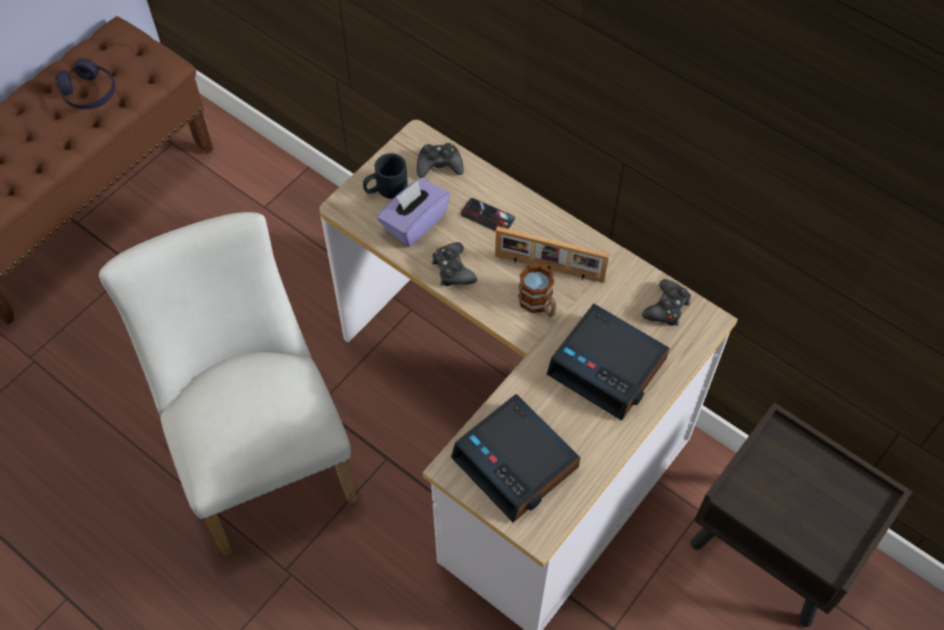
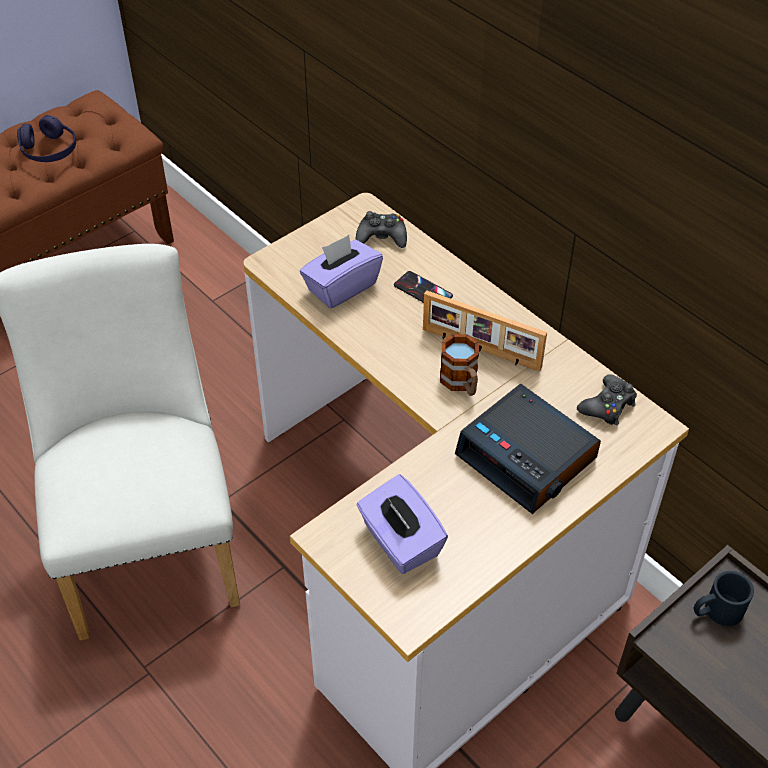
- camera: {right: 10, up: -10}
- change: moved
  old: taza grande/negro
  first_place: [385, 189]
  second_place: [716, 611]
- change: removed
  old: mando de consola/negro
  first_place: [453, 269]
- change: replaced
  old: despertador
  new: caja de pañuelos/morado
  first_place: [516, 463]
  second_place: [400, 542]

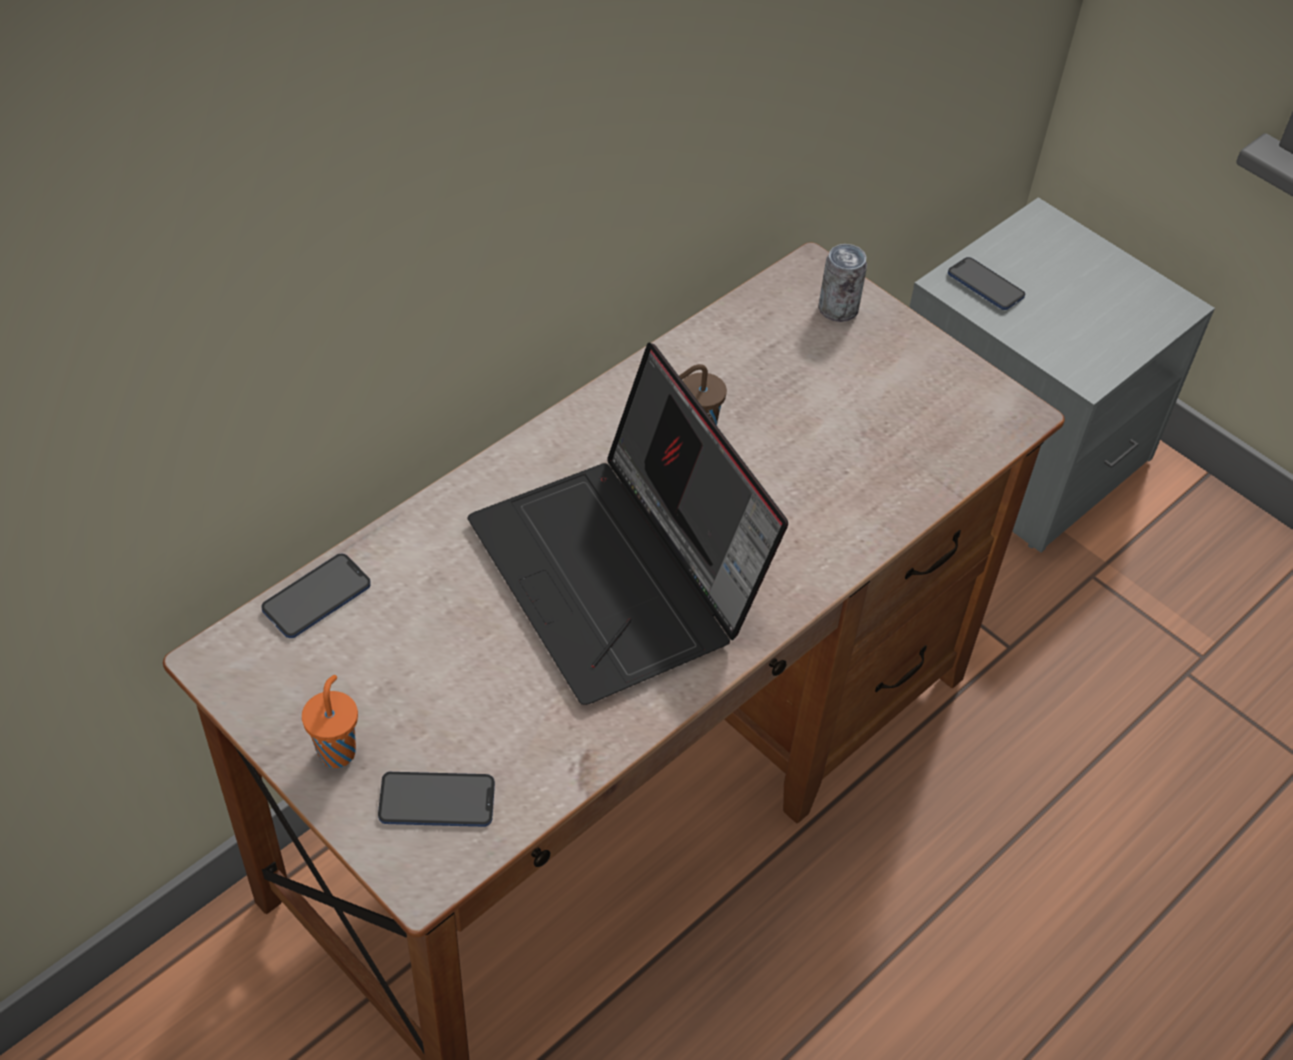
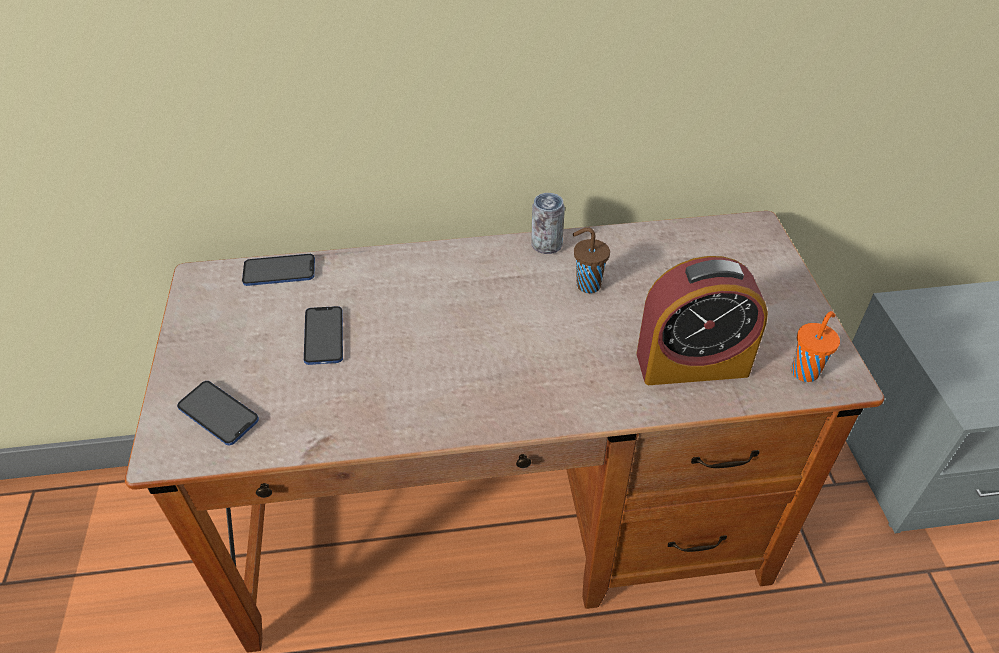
- camera: {right: 40, up: -5}
- change: moved
  old: lata
  first_place: [838, 309]
  second_place: [546, 245]
- change: moved
  old: móvil
  first_place: [985, 285]
  second_place: [324, 336]
- change: removed
  old: portátil
  first_place: [621, 577]
- change: moved
  old: taza/naranja
  first_place: [337, 750]
  second_place: [805, 371]
- change: added
  new: despertador
  second_place: [692, 364]

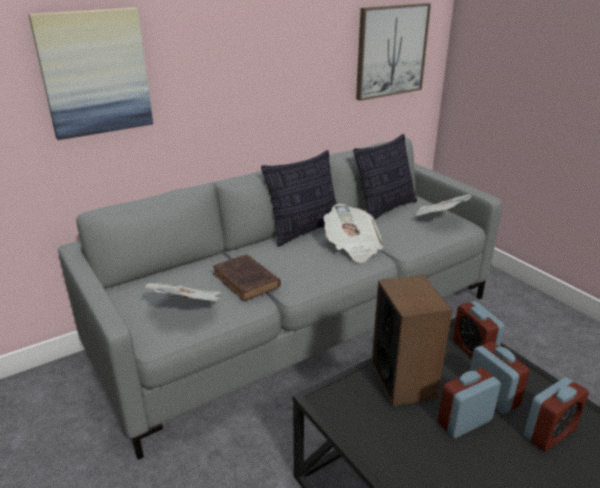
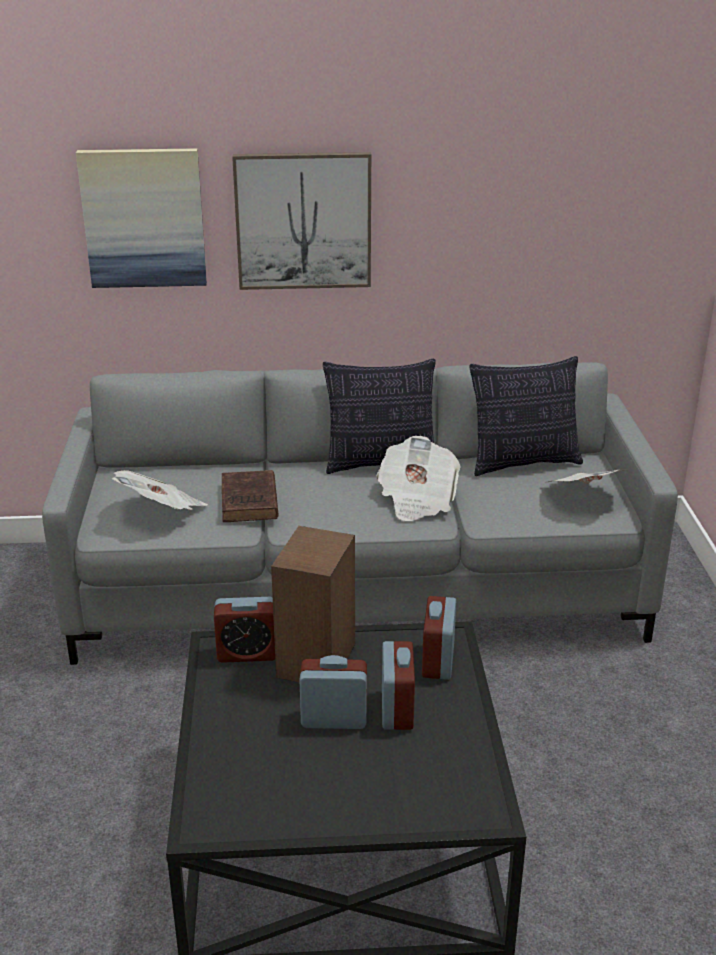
- camera: {right: 30, up: 0}
- change: moved
  old: cuadro
  first_place: [391, 51]
  second_place: [303, 221]
- change: moved
  old: despertador
  first_place: [549, 433]
  second_place: [247, 653]

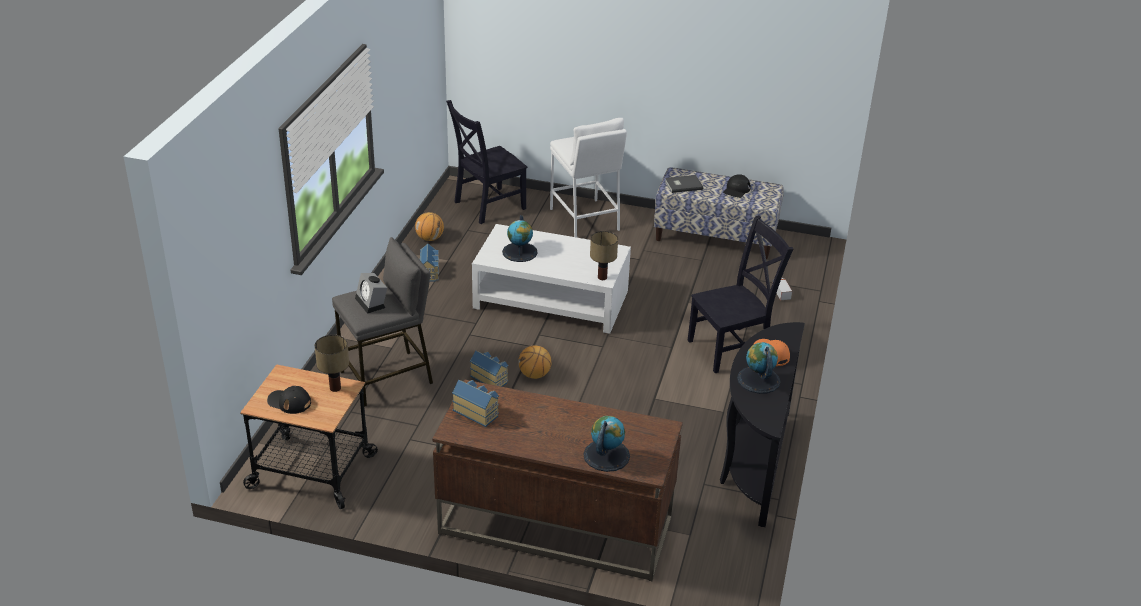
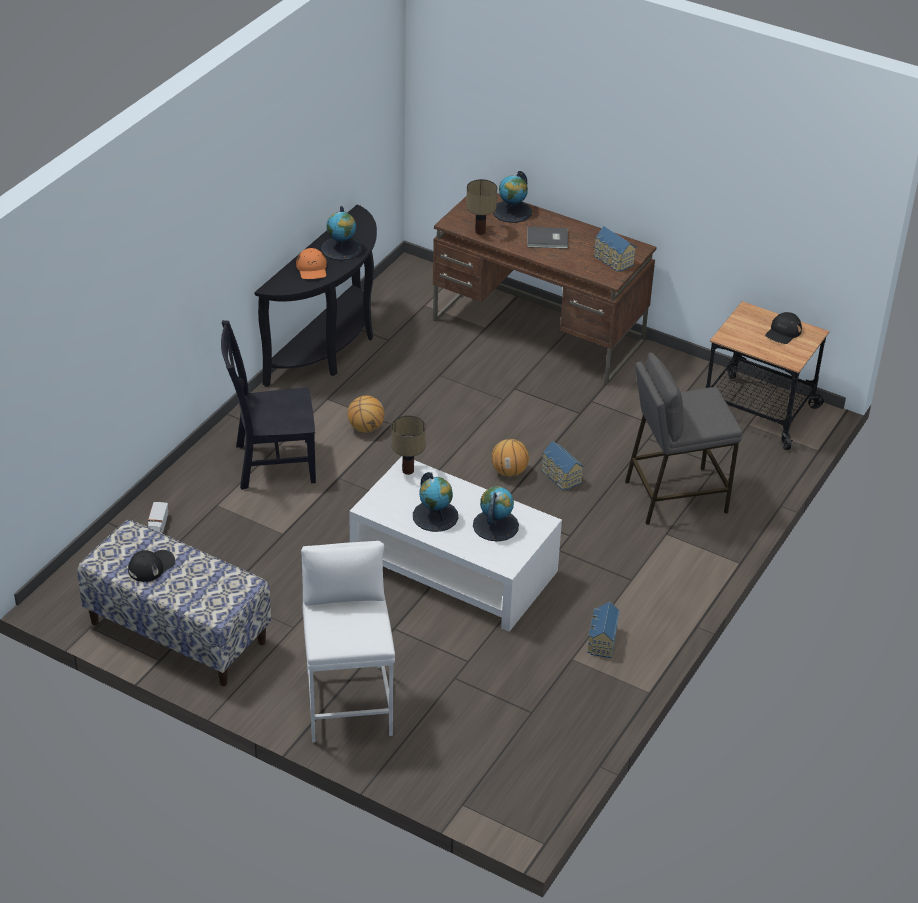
- camera: {right: -165, up: 5}
- change: removed
  old: silla/negro
  first_place: [487, 206]
- change: moved
  old: libro/gris
  first_place: [683, 185]
  second_place: [548, 240]
- change: moved
  old: balón de baloncesto
  first_place: [430, 238]
  second_place: [365, 428]
- change: removed
  old: despertador
  first_place: [372, 303]
- change: moved
  old: lámpara de mesa
  first_place: [334, 388]
  second_place: [480, 231]
- change: turned
  old: gorra/negro
  first_place: [289, 402]
  second_place: [783, 332]
  degrees: 90
- change: added
  new: globo terráqueo
  second_place: [435, 516]

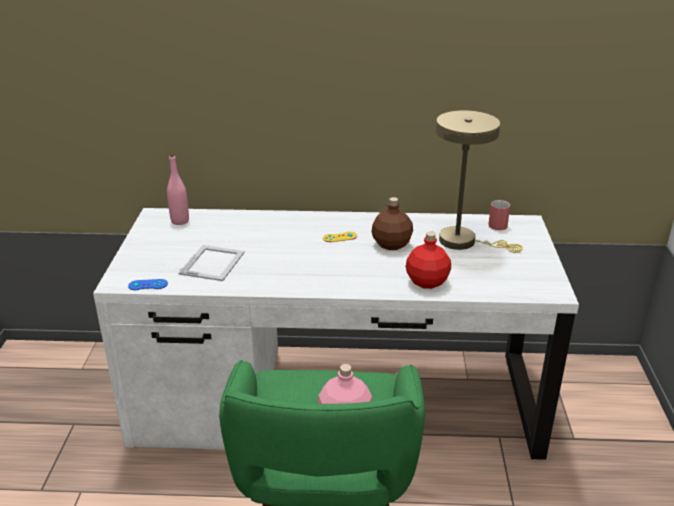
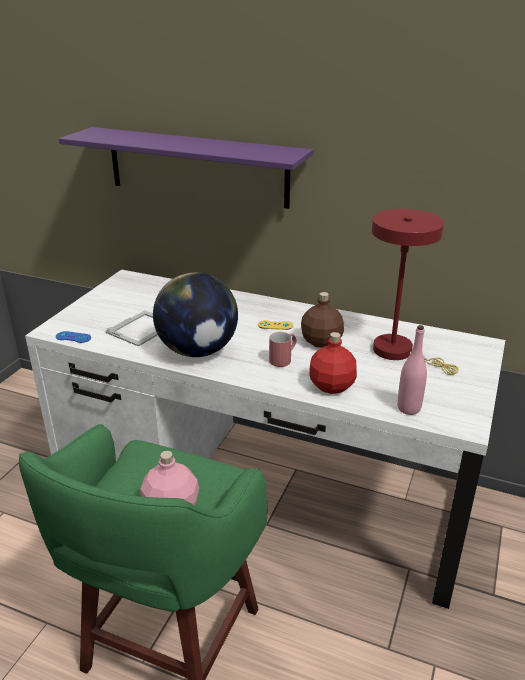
- camera: {right: 20, up: 0}
- change: recoloured
  old: lámpara de mesa/beis
  new: lámpara de mesa/rojo
  first_place: [464, 241]
  second_place: [399, 352]
- change: moved
  old: botella/rosa
  first_place: [180, 221]
  second_place: [408, 408]
- change: moved
  old: taza grande/rojo
  first_place: [498, 223]
  second_place: [283, 359]
- change: added
  new: estante/morado
  second_place: [197, 167]
- change: added
  new: globo terráqueo
  second_place: [198, 351]

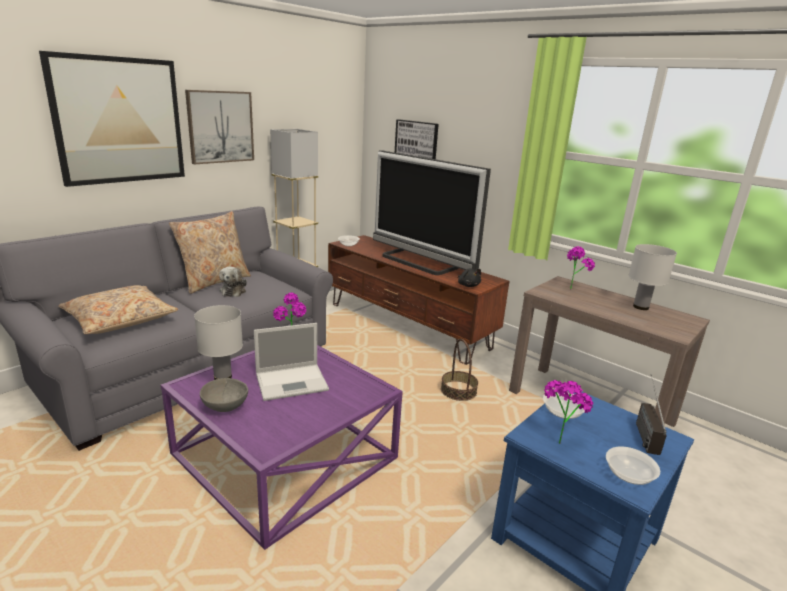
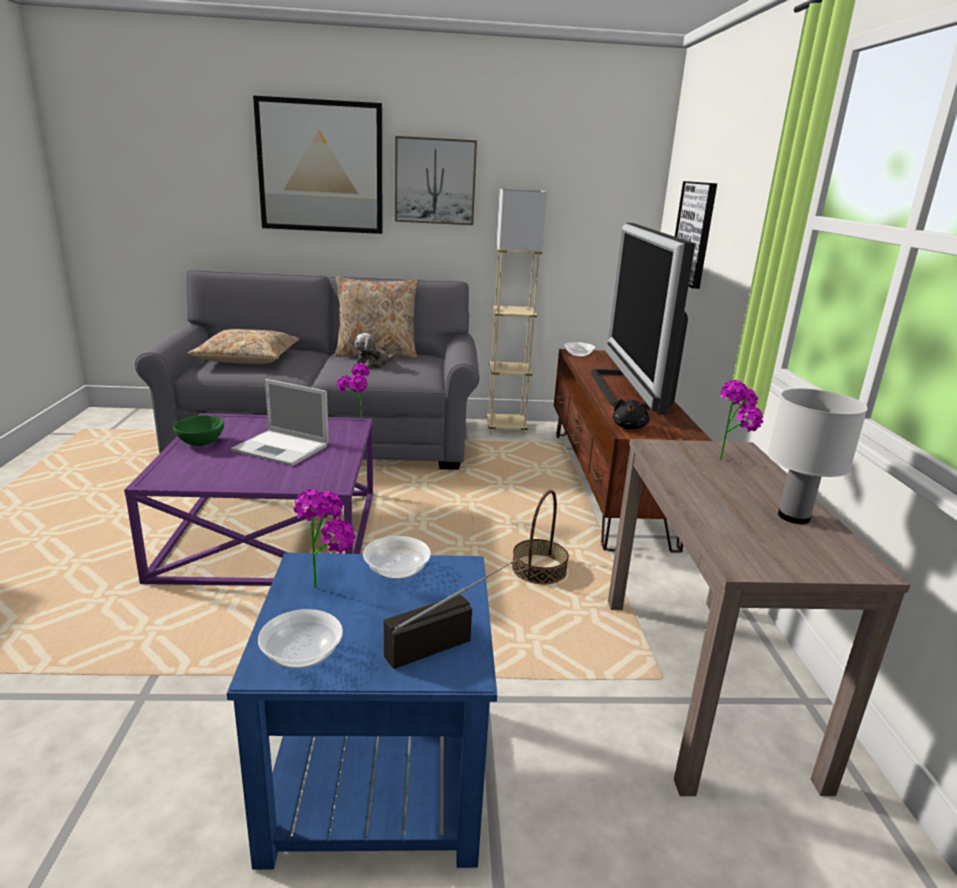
- camera: {right: 45, up: 0}
- change: removed
  old: lámpara de mesa/blanco
  first_place: [222, 377]
- change: recoloured
  old: cuenco/gris
  new: cuenco/verde
  first_place: [224, 406]
  second_place: [201, 442]

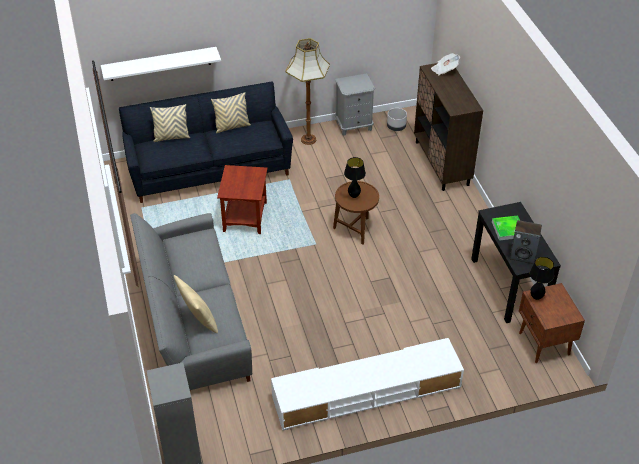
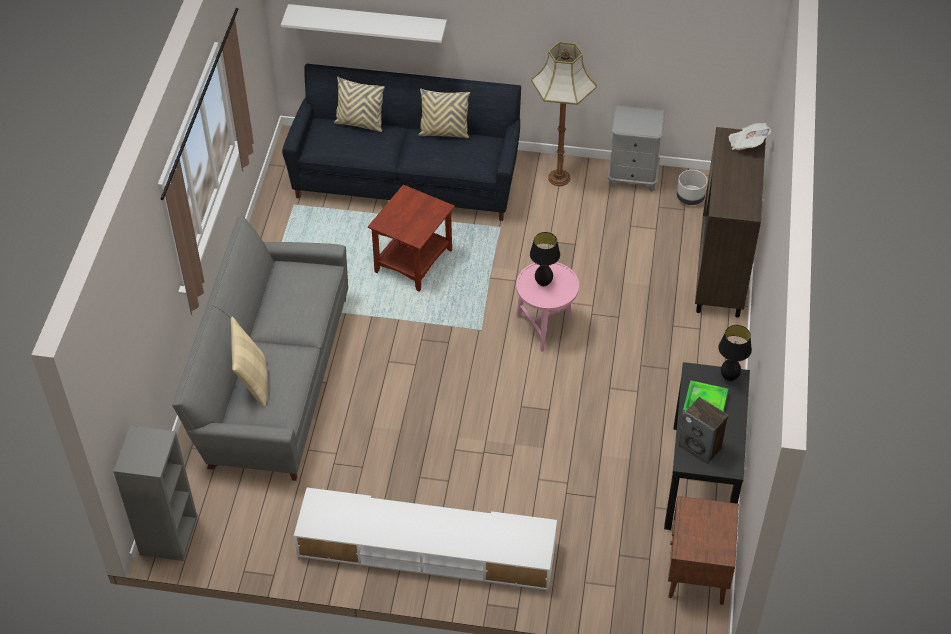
- camera: {right: 25, up: 5}
- change: recoloured
  old: mesa auxiliar/marrón
  new: mesa auxiliar/rosa
  first_place: [355, 229]
  second_place: [545, 326]
- change: moved
  old: lámpara de mesa/negro
  first_place: [536, 297]
  second_place: [729, 377]

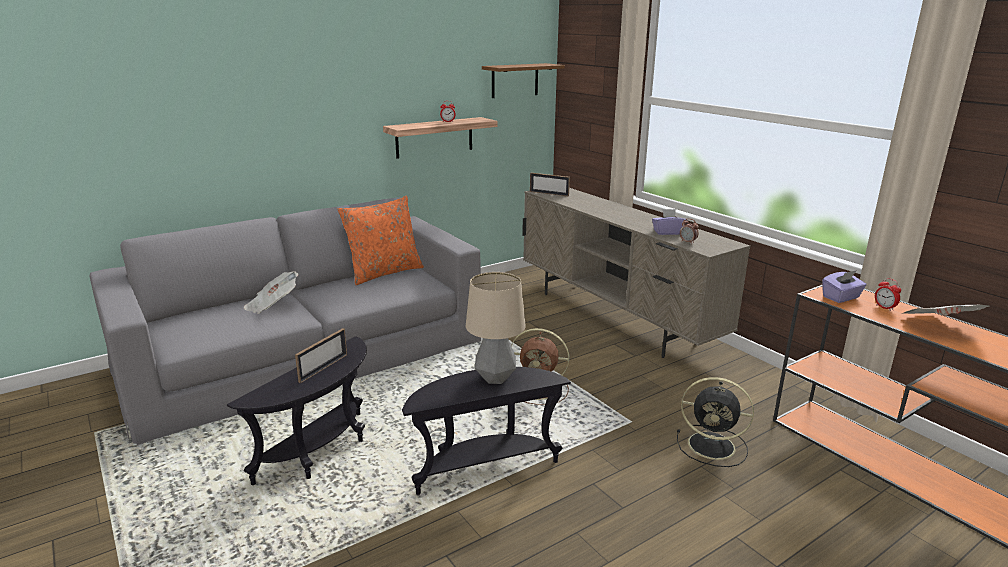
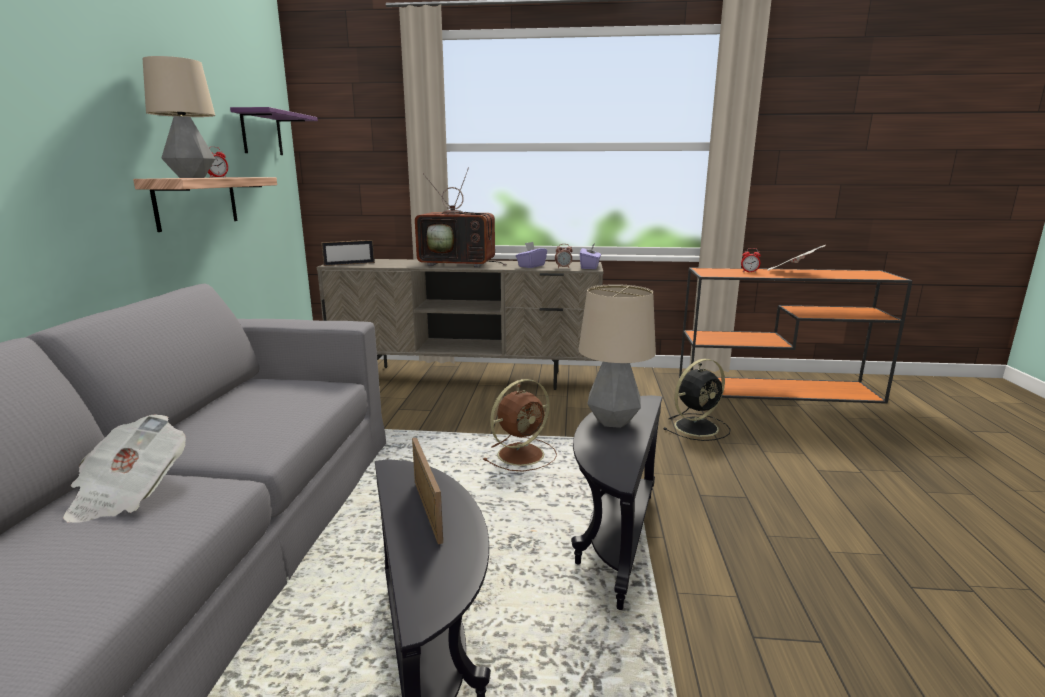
- camera: {right: -50, up: -5}
- change: recoloured
  old: estante/marrón
  new: estante/morado
  first_place: [515, 80]
  second_place: [261, 133]
- change: removed
  old: cojín/naranja
  first_place: [384, 272]
- change: moved
  old: caja de pañuelos/morado
  first_place: [841, 297]
  second_place: [590, 267]
- change: added
  new: lámpara de mesa
  second_place: [191, 177]
- change: added
  new: televisor
  second_place: [460, 264]

